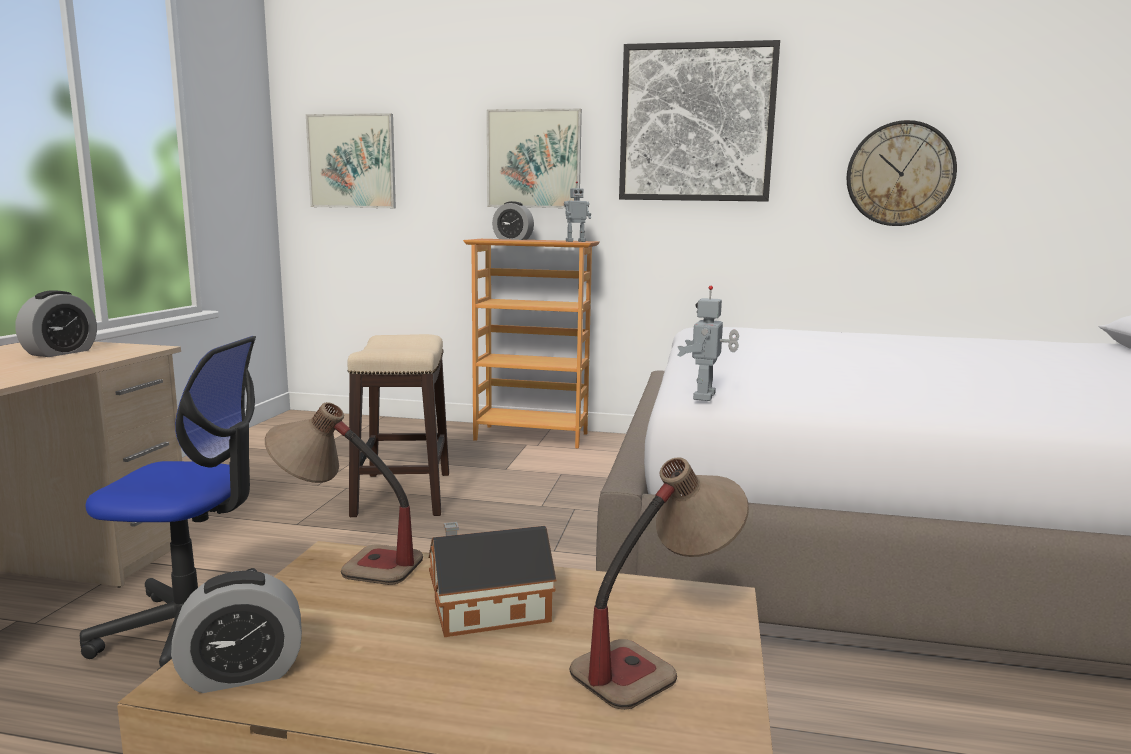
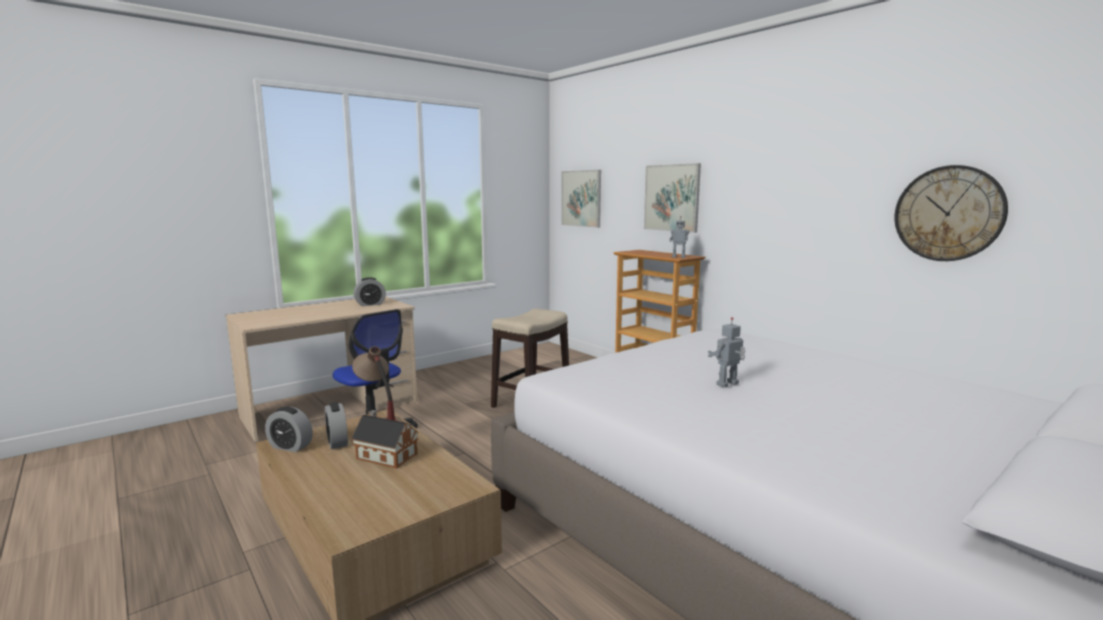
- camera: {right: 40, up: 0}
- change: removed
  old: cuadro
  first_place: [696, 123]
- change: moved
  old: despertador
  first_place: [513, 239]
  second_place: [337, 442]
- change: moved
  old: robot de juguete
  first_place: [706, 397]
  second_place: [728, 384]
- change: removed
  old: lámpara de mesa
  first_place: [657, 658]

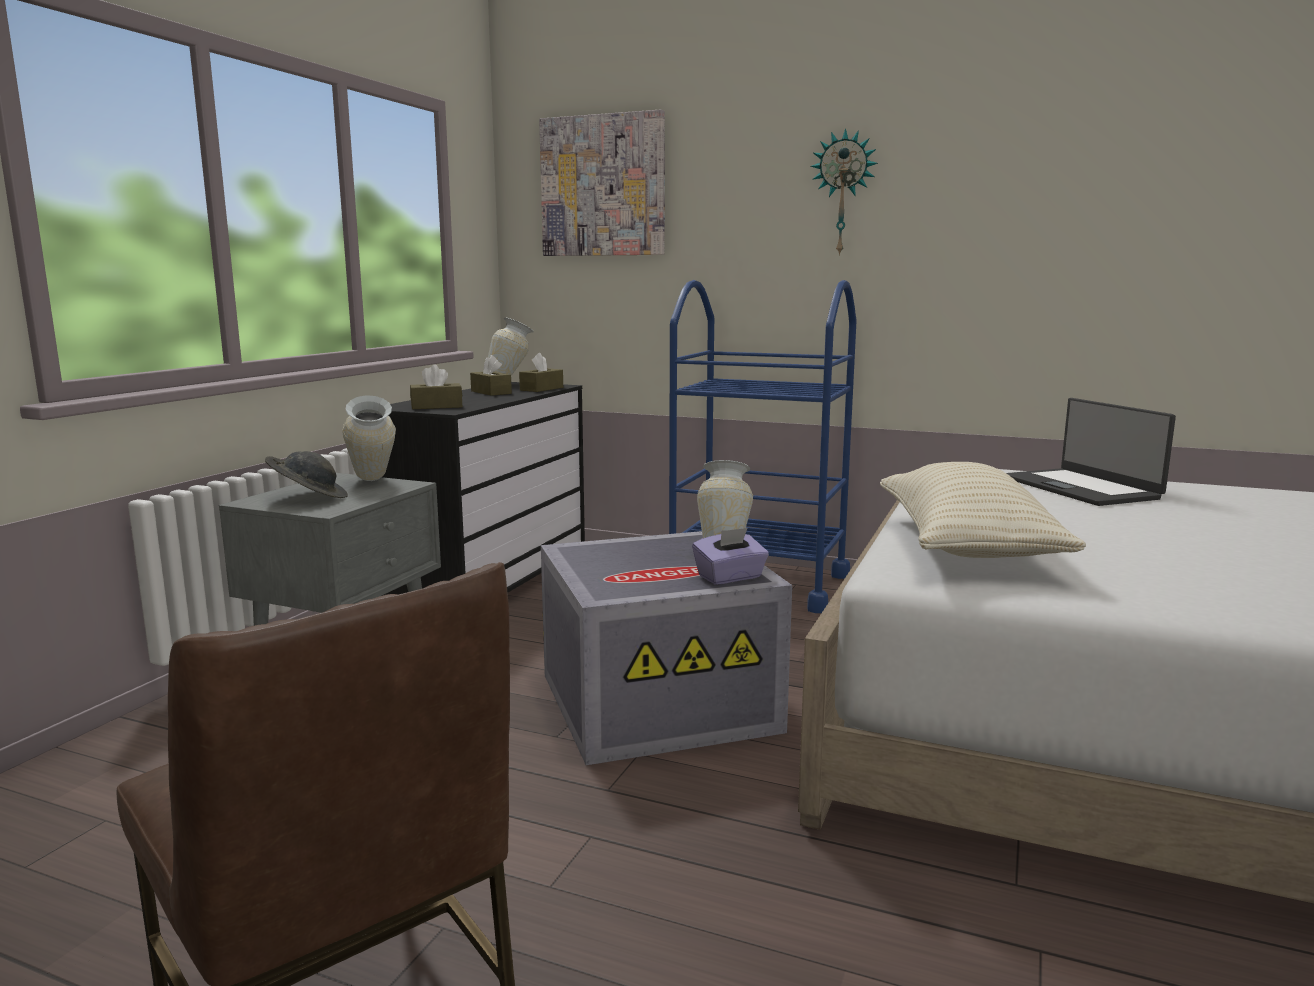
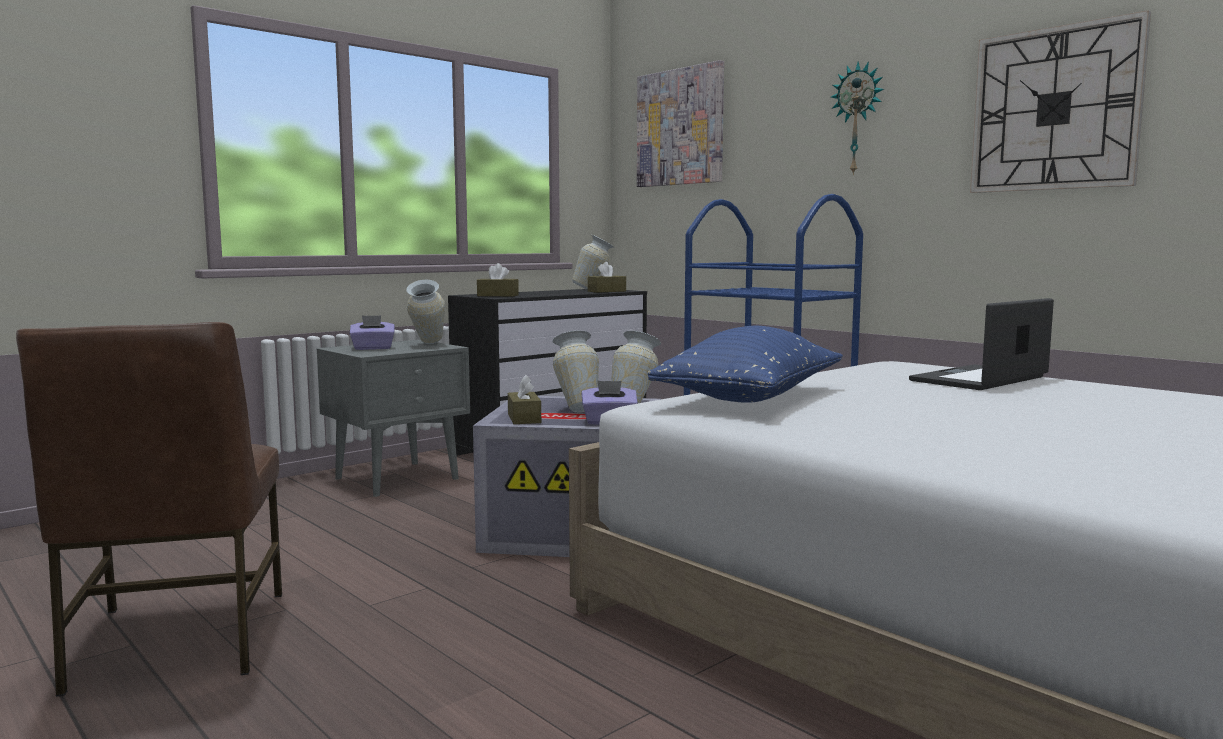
- camera: {right: 25, up: -5}
- change: moved
  old: caja de pañuelos/marrón
  first_place: [491, 392]
  second_place: [524, 418]
- change: turned
  old: portátil
  first_place: [1081, 488]
  second_place: [981, 379]
  degrees: 45
- change: replaced
  old: sombrero/gris
  new: caja de pañuelos/morado
  first_place: [309, 498]
  second_place: [373, 348]
- change: recoloured
  old: cojín/beis
  new: cojín/azul
  first_place: [965, 546]
  second_place: [751, 398]
- change: added
  new: reloj de pared
  second_place: [1055, 109]
- change: added
  new: florero
  second_place: [577, 410]

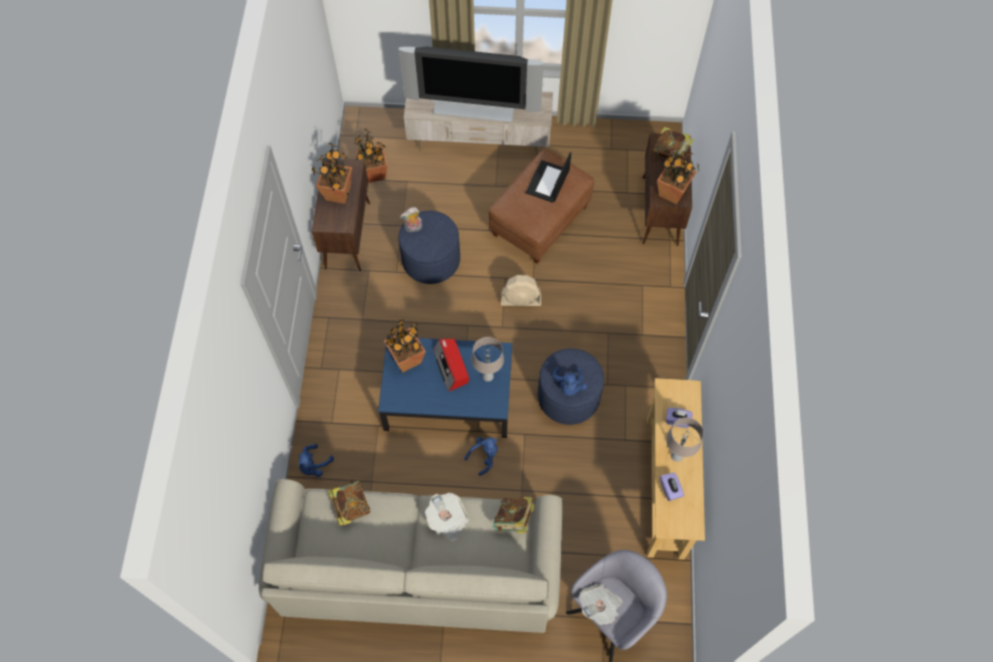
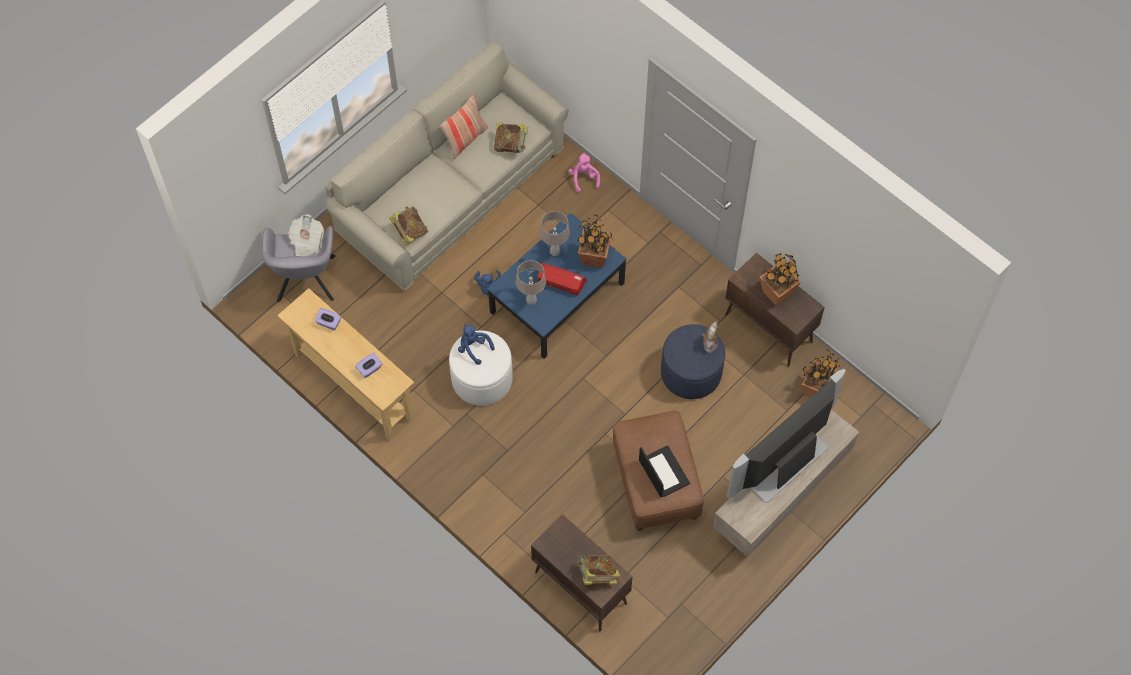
- camera: {right: 130, up: 0}
- change: removed
  old: planta en maceta
  first_place: [672, 193]
- change: removed
  old: ventilador/beis
  first_place: [521, 300]
- change: recoloured
  old: puf/azul
  new: puf/blanco
  first_place: [568, 396]
  second_place: [482, 378]
- change: moved
  old: lámpara de mesa/beis
  first_place: [676, 455]
  second_place: [555, 251]
- change: recoloured
  old: peluche/azul
  new: peluche/rosa
  first_place: [314, 465]
  second_place: [584, 178]
- change: removed
  old: periódico
  first_place: [447, 520]
- change: added
  new: cojín
  second_place: [465, 139]

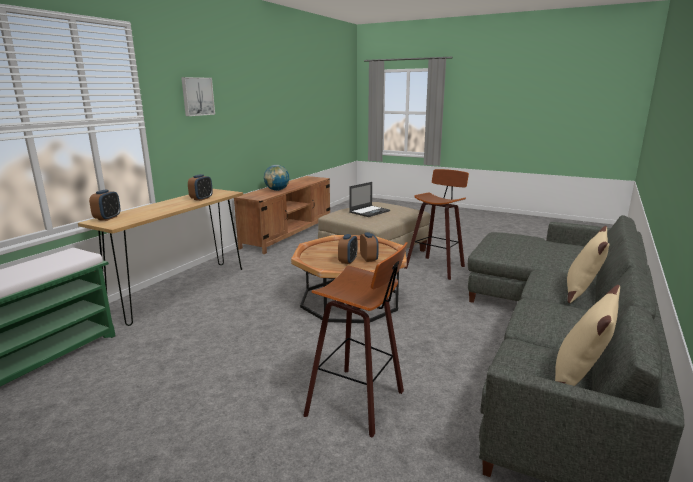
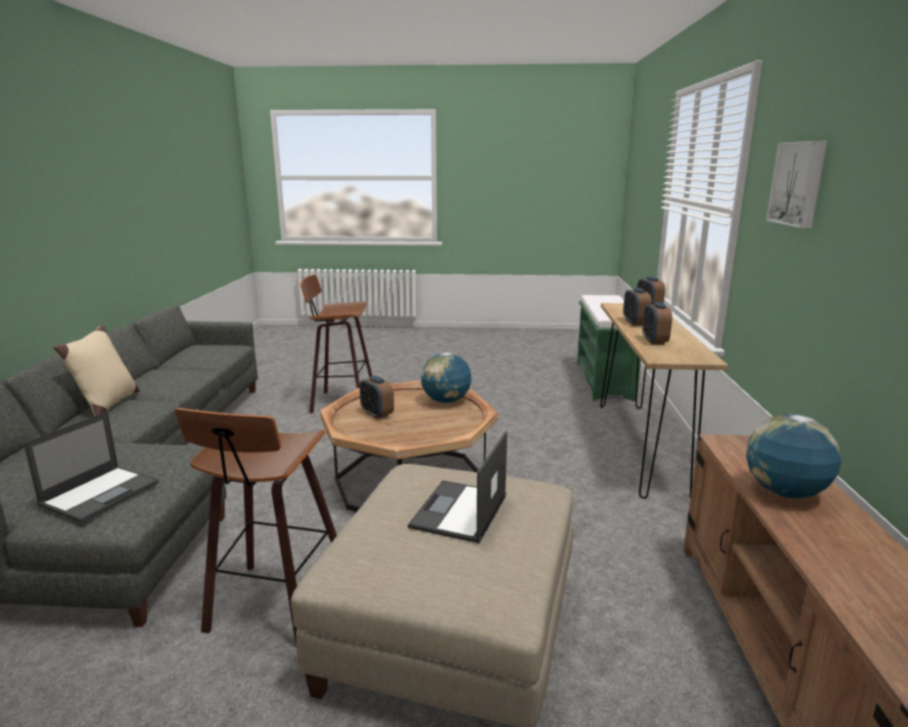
- camera: {right: 155, up: 0}
- change: moved
  old: despertador
  first_place: [348, 261]
  second_place: [635, 323]
- change: removed
  old: cojín/beis
  first_place: [578, 378]
- change: added
  new: globo terráqueo
  second_place: [446, 401]
- change: added
  new: portátil
  second_place: [101, 493]

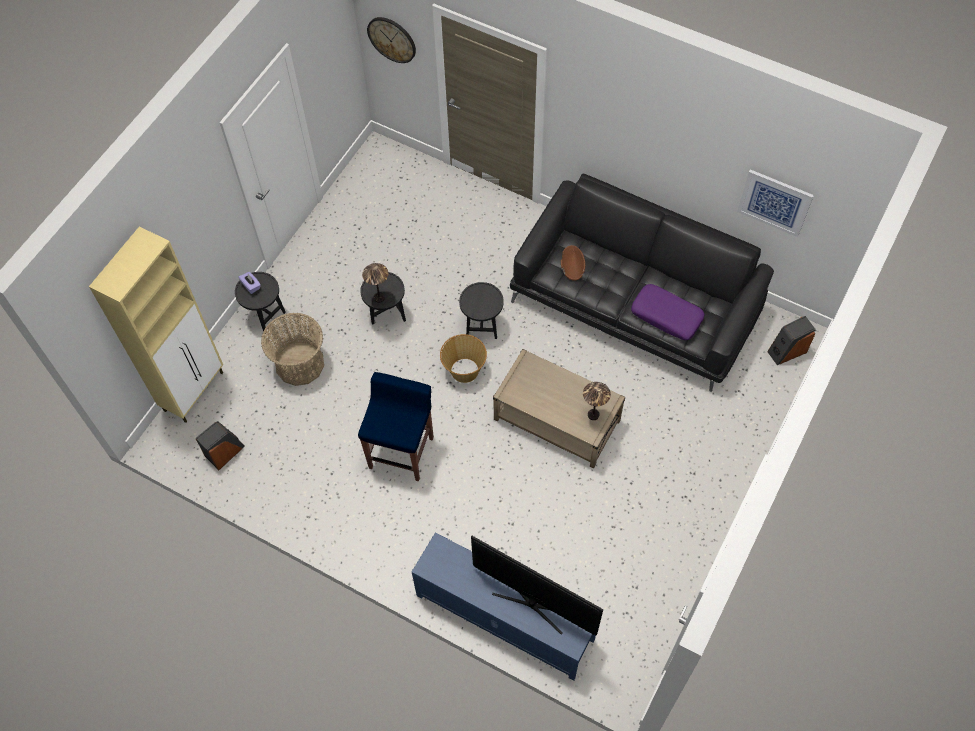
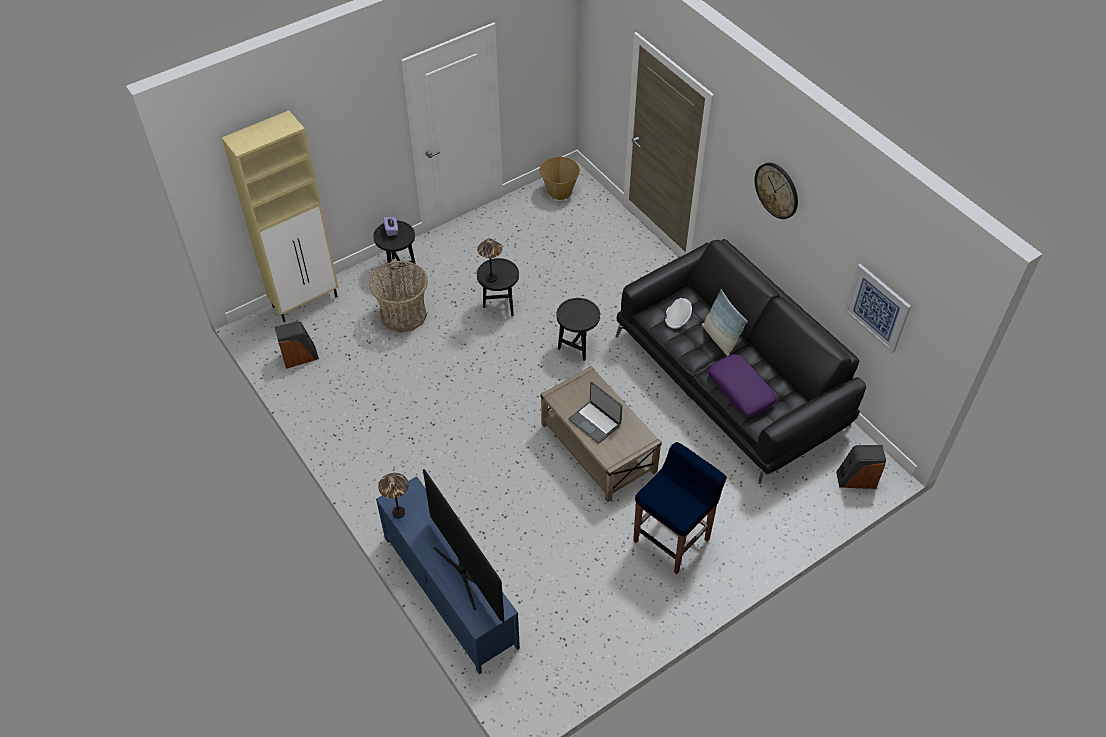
- camera: {right: 25, up: -10}
- change: moved
  old: reloj de pared
  first_place: [392, 39]
  second_place: [777, 190]
- change: recoloured
  old: sombrero/marrón
  new: sombrero/blanco
  first_place: [572, 263]
  second_place: [678, 314]
- change: moved
  old: cesta
  first_place: [464, 370]
  second_place: [559, 191]
- change: moved
  old: taburete/azul
  first_place: [402, 451]
  second_place: [672, 539]
- change: moved
  old: lámpara de mesa
  first_place: [593, 415]
  second_place: [398, 513]
- change: added
  new: cojín
  second_place: [720, 339]
- change: added
  new: portátil
  second_place: [595, 422]

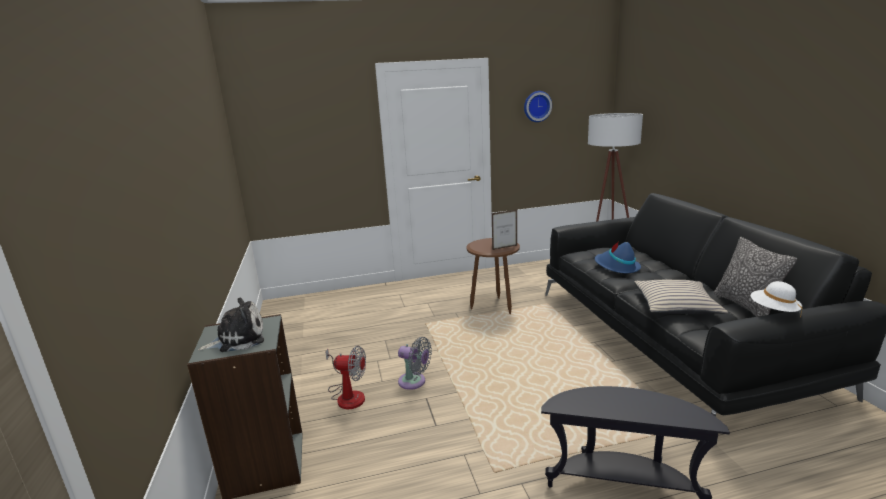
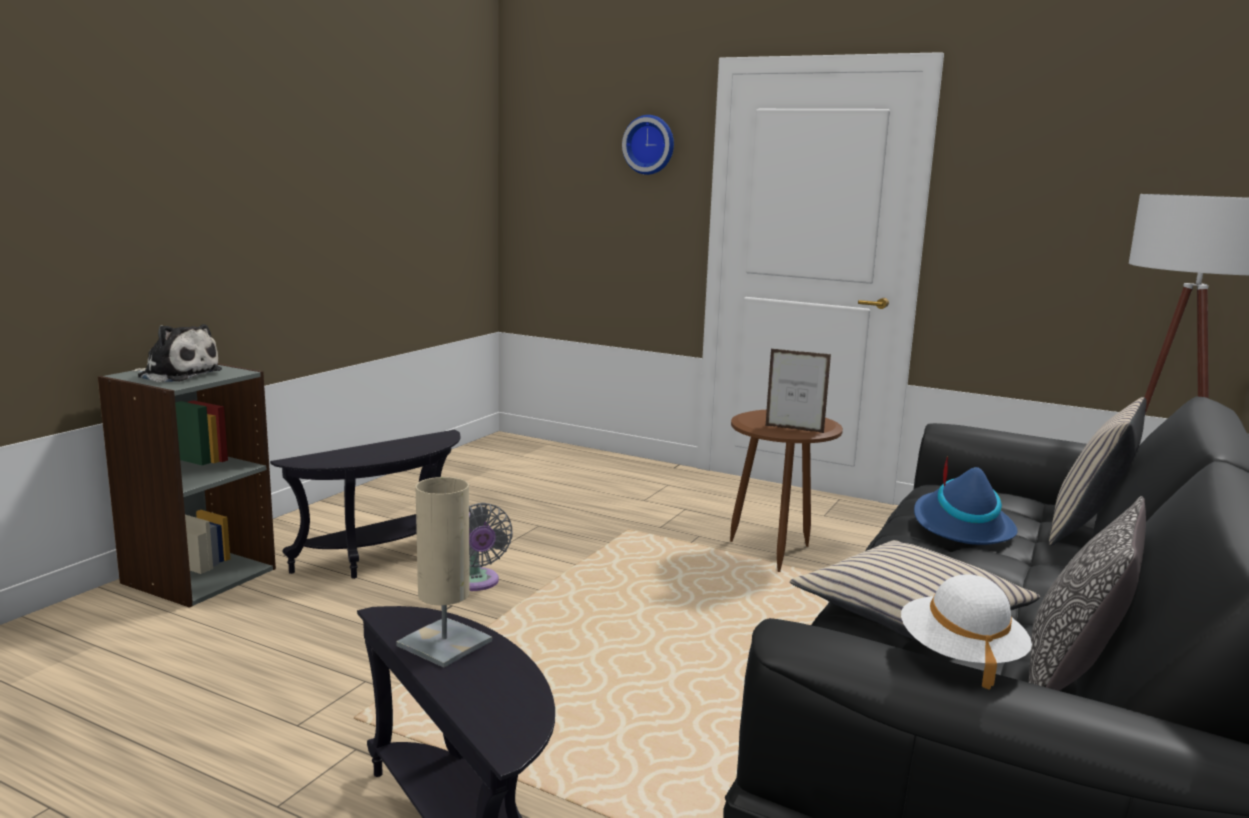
- camera: {right: 40, up: -5}
- change: moved
  old: reloj de pared
  first_place: [537, 106]
  second_place: [650, 145]
- change: replaced
  old: ventilador
  new: mesa auxiliar/negro
  first_place: [347, 395]
  second_place: [384, 558]
- change: added
  new: cojín/beis
  second_place: [1088, 529]
- change: added
  new: lámpara de mesa/beis
  second_place: [444, 643]

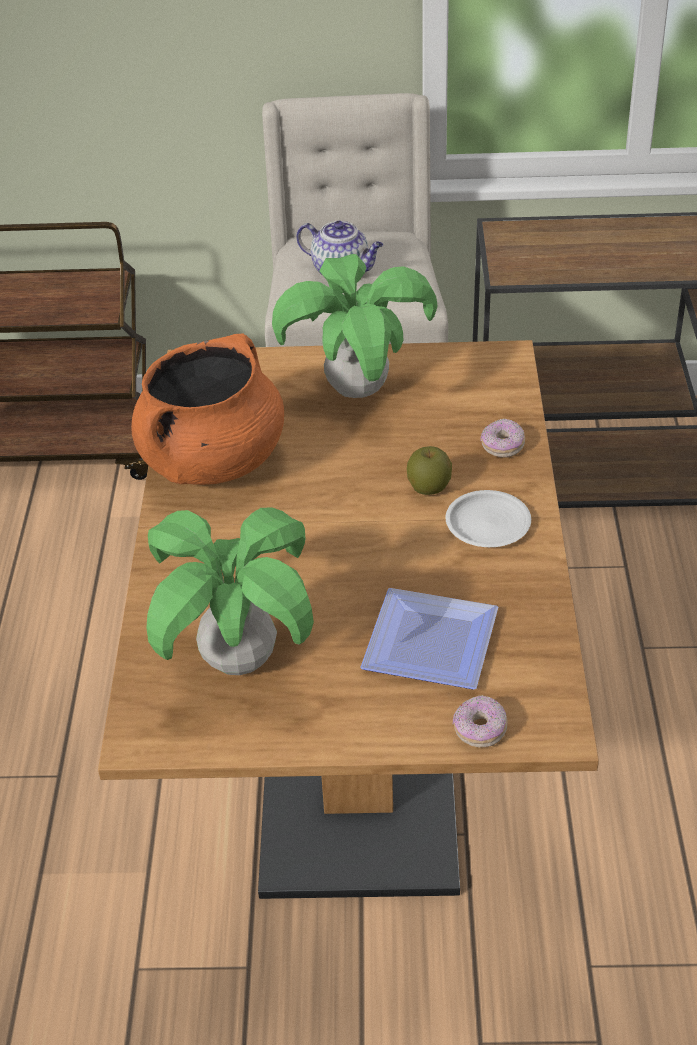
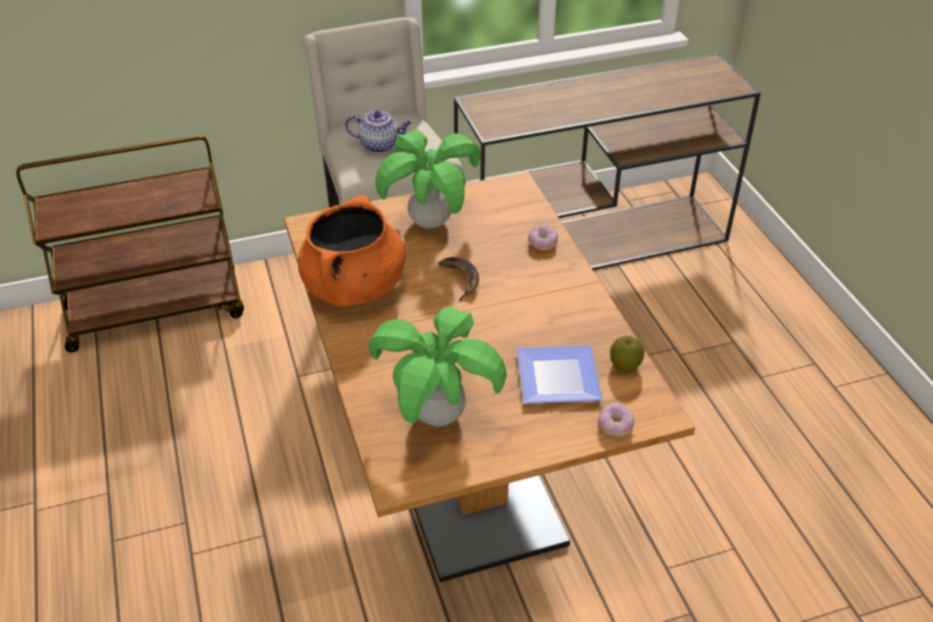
- camera: {right: -20, up: 0}
- change: moved
  old: manzana
  first_place: [429, 488]
  second_place: [625, 366]
- change: removed
  old: plato/blanco
  first_place: [487, 524]
- change: added
  new: plátano
  second_place: [460, 280]

